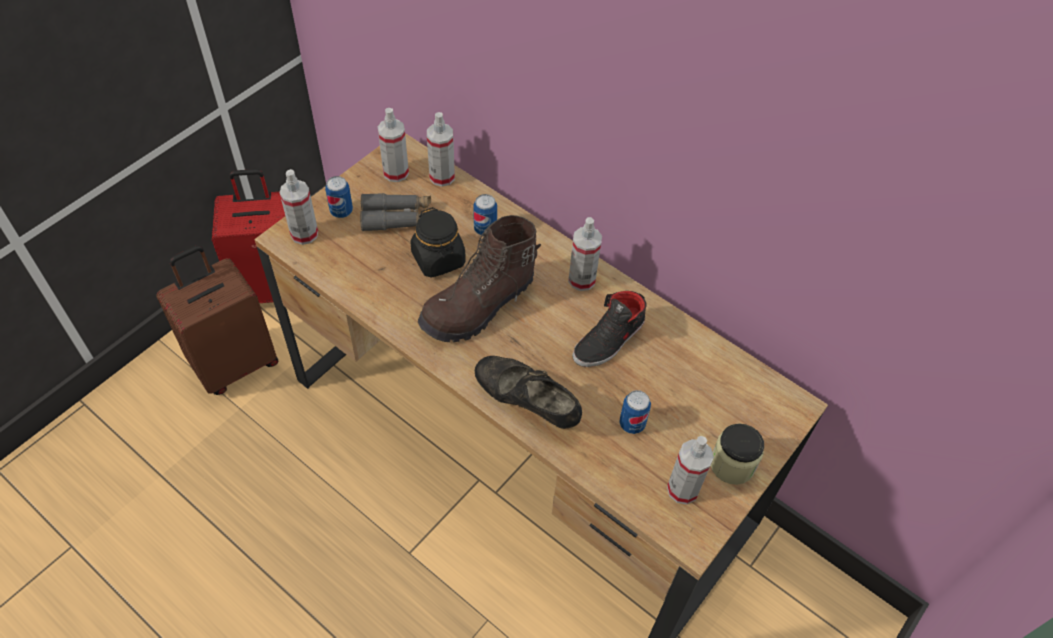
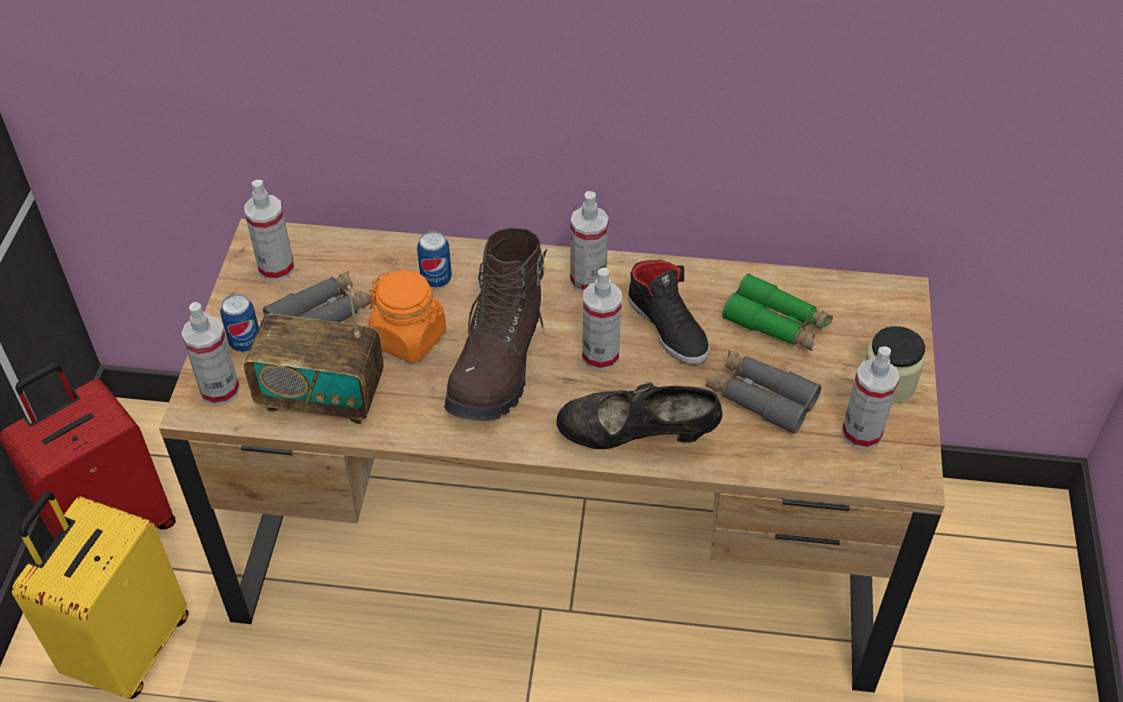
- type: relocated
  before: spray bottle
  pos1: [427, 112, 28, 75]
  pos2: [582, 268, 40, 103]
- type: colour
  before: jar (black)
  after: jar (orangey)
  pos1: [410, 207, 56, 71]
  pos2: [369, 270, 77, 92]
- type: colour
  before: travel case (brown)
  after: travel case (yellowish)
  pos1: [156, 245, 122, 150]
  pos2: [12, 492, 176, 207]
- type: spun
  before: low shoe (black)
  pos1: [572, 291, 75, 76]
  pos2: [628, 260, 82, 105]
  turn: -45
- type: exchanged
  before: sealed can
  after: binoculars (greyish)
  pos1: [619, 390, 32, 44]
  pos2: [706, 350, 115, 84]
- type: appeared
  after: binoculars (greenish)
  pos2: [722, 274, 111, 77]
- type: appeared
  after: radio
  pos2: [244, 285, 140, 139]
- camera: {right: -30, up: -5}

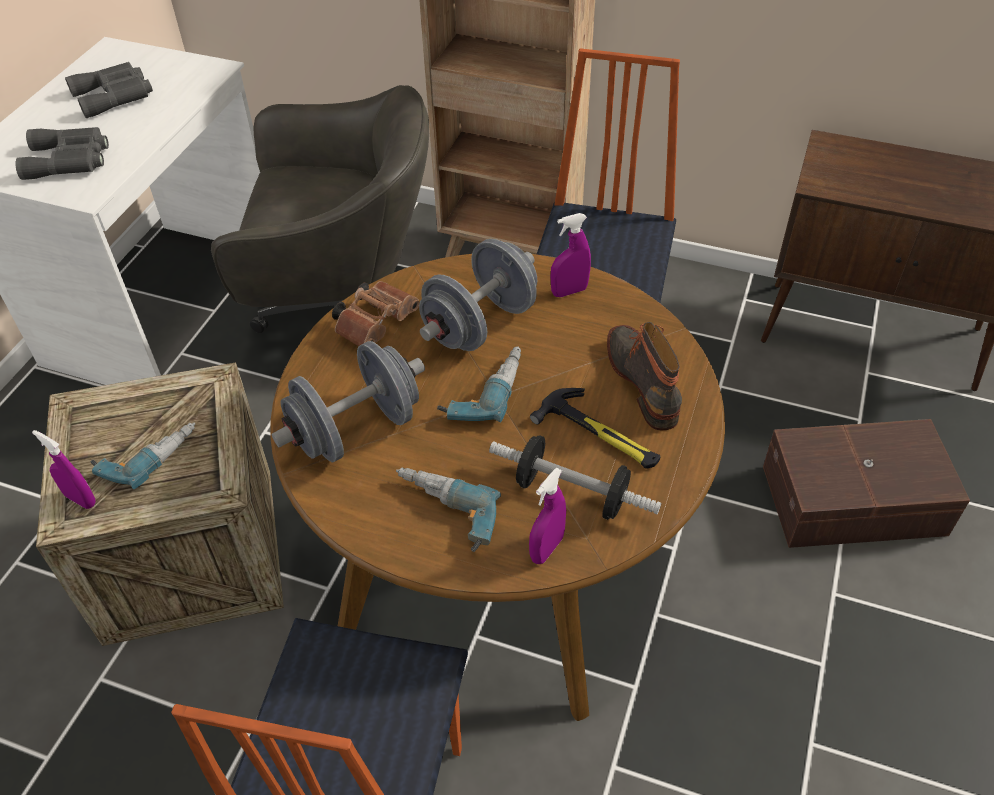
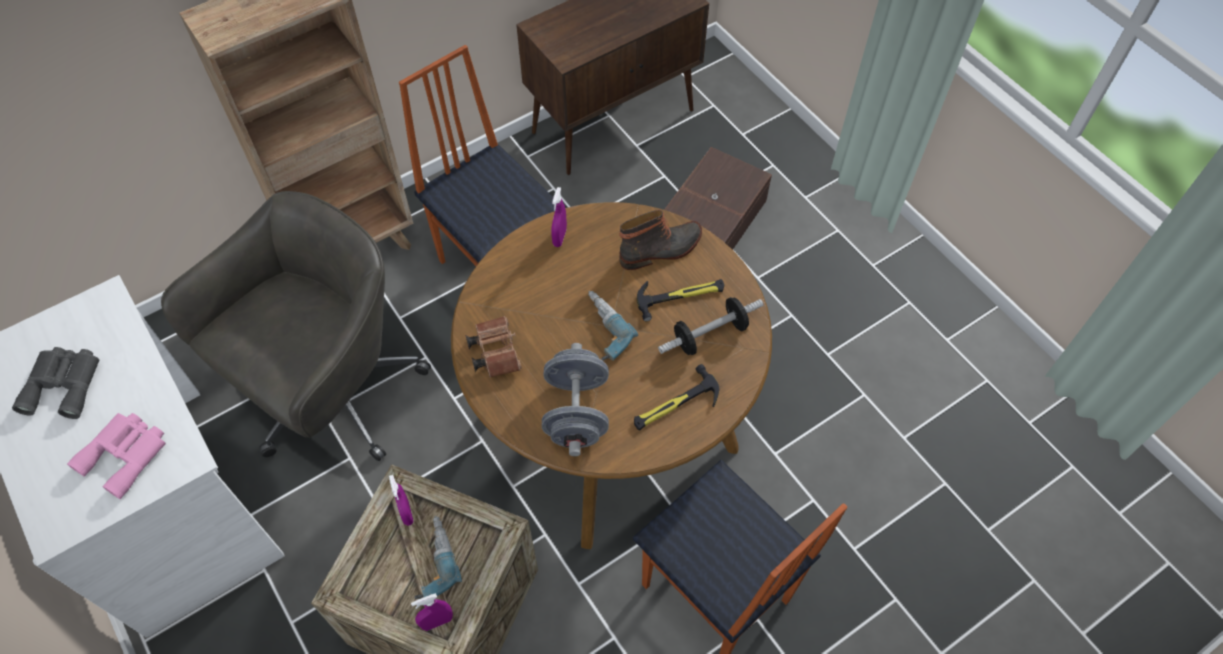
- type: colour
  before: binoculars (greyish)
  after: binoculars (pink)
  pos1: [15, 127, 94, 53]
  pos2: [67, 413, 99, 86]
- type: missing
  before: hand weight (greyish)
  pos1: [419, 239, 118, 112]
- type: spun
  before: boot
  pos1: [607, 322, 75, 108]
  pos2: [619, 210, 83, 60]
  turn: 135
- type: exchanged
  before: power drill
  after: hand hammer
  pos1: [396, 467, 105, 85]
  pos2: [634, 364, 85, 67]
- type: relocated
  before: spray bottle (purple-coloured)
  pos1: [529, 468, 37, 96]
  pos2: [389, 475, 25, 51]
- camera: {right: -55, up: 10}

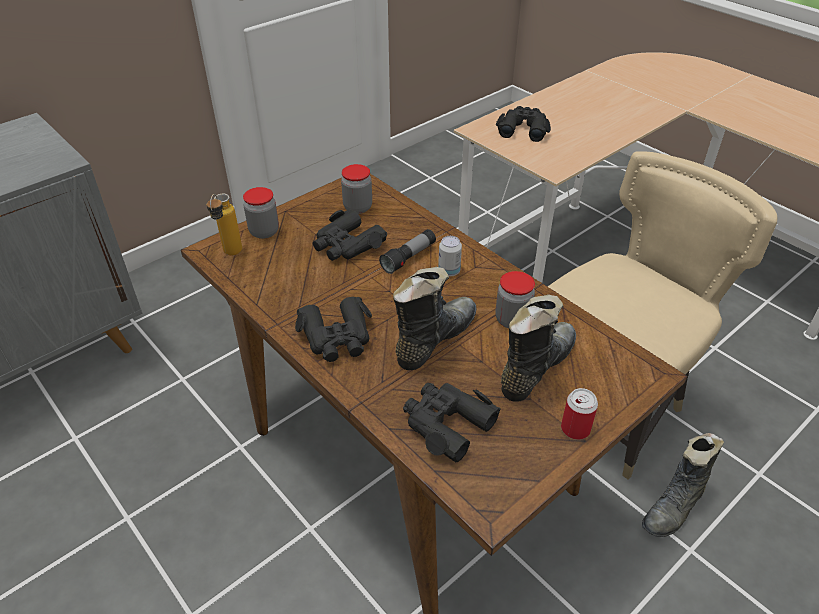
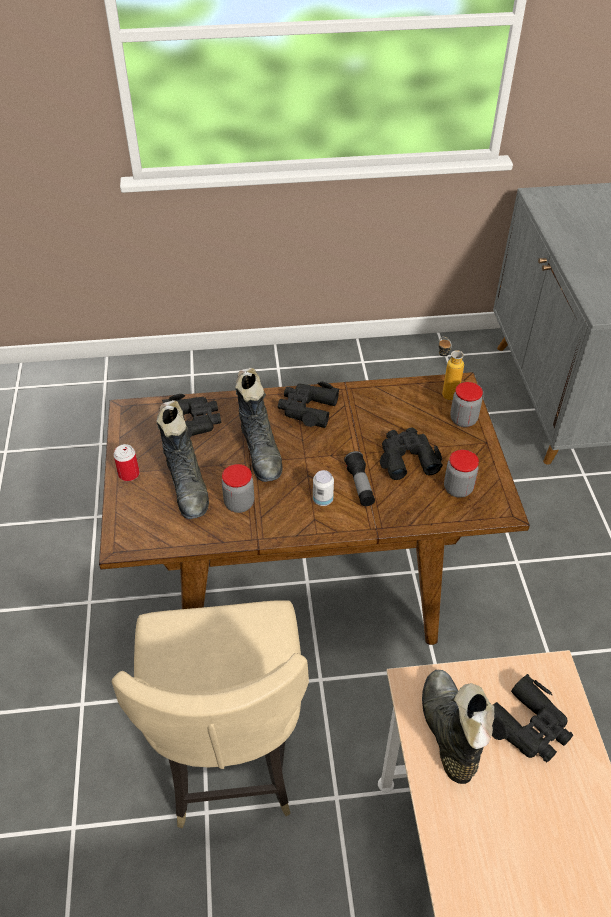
- type: relocated
  before: boot (black)
  pos1: [642, 433, 82, 104]
  pos2: [422, 670, 73, 114]
- camera: {right: 125, up: 5}

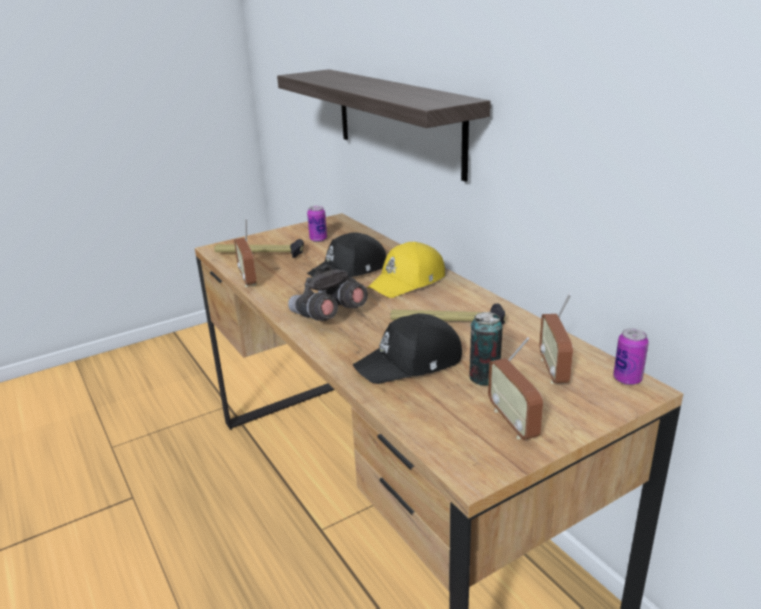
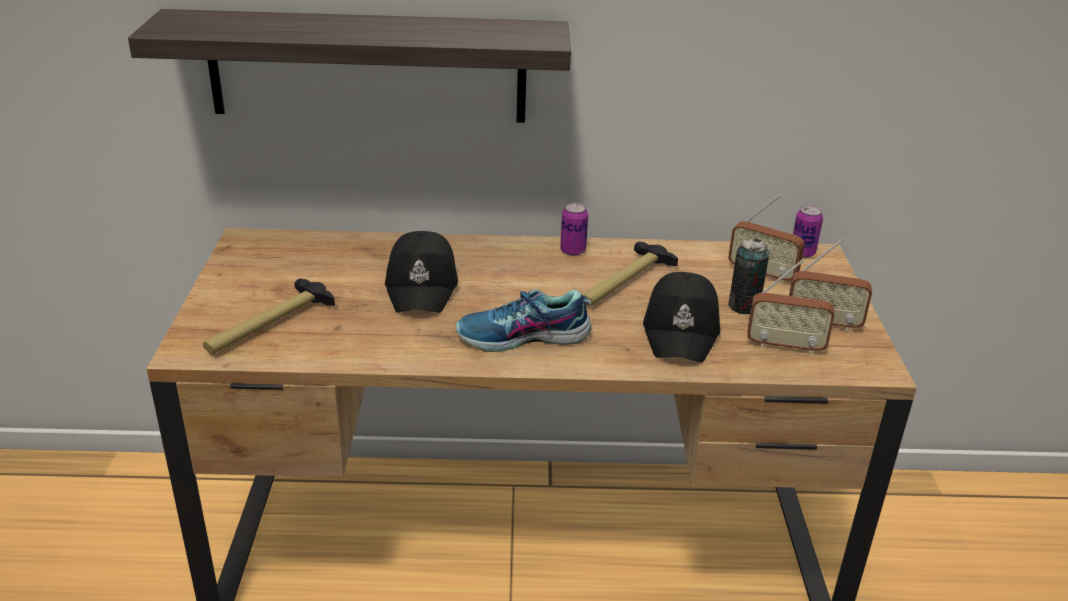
- type: relocated
  before: sealed can
  pos1: [307, 206, 20, 36]
  pos2: [560, 203, 28, 53]
- type: relocated
  before: radio
  pos1: [234, 218, 23, 69]
  pos2: [747, 259, 88, 96]
- type: missing
  before: baseball cap (yellowish)
  pos1: [367, 242, 78, 56]
- type: exchanged
  before: binoculars (greyish)
  after: low shoe
  pos1: [288, 264, 80, 57]
  pos2: [456, 289, 136, 63]
- camera: {right: -60, up: 5}

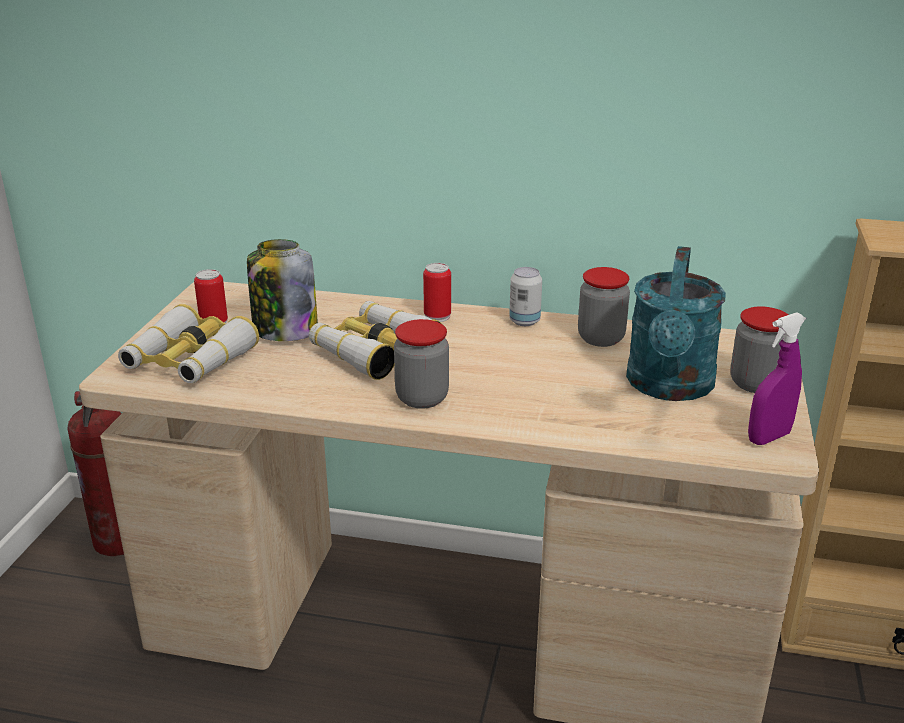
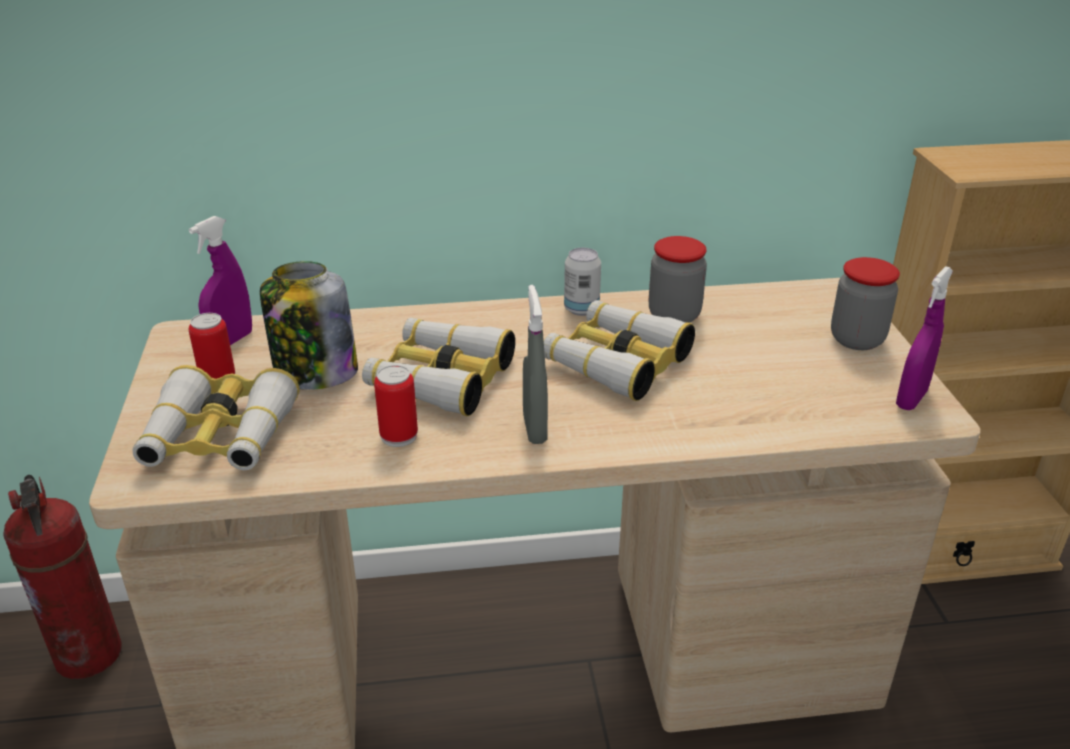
- type: missing
  before: watering pot (turquoise)
  pos1: [626, 246, 100, 155]
- type: relocated
  before: sealed can
  pos1: [423, 263, 28, 59]
  pos2: [374, 365, 44, 82]
- type: exchanged
  before: jar
  after: spray bottle (greyish)
  pos1: [394, 319, 55, 90]
  pos2: [523, 285, 25, 159]
- type: appeared
  after: spray bottle (purple-coloured)
  pos2: [189, 216, 63, 129]
- type: appeared
  after: binoculars
  pos2: [544, 300, 151, 101]
- camera: {right: -20, up: 5}

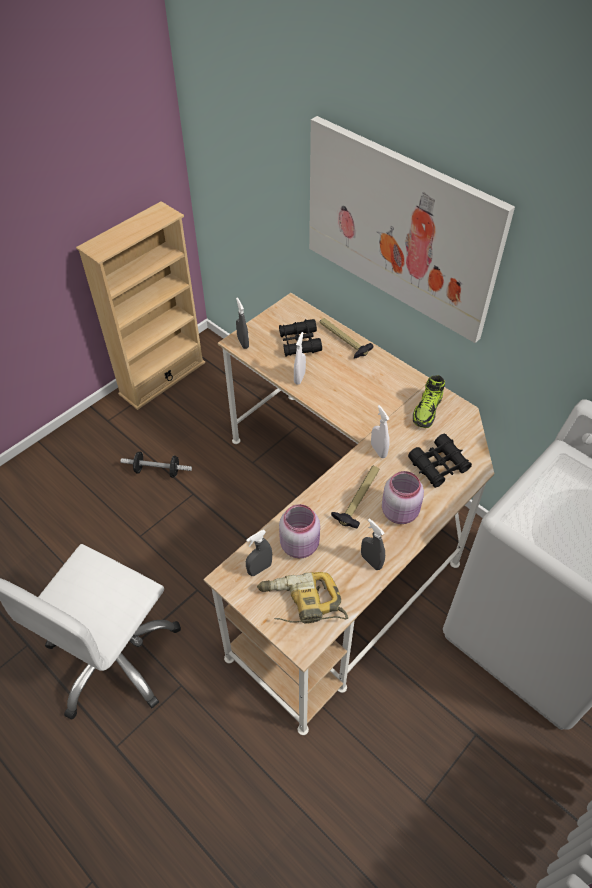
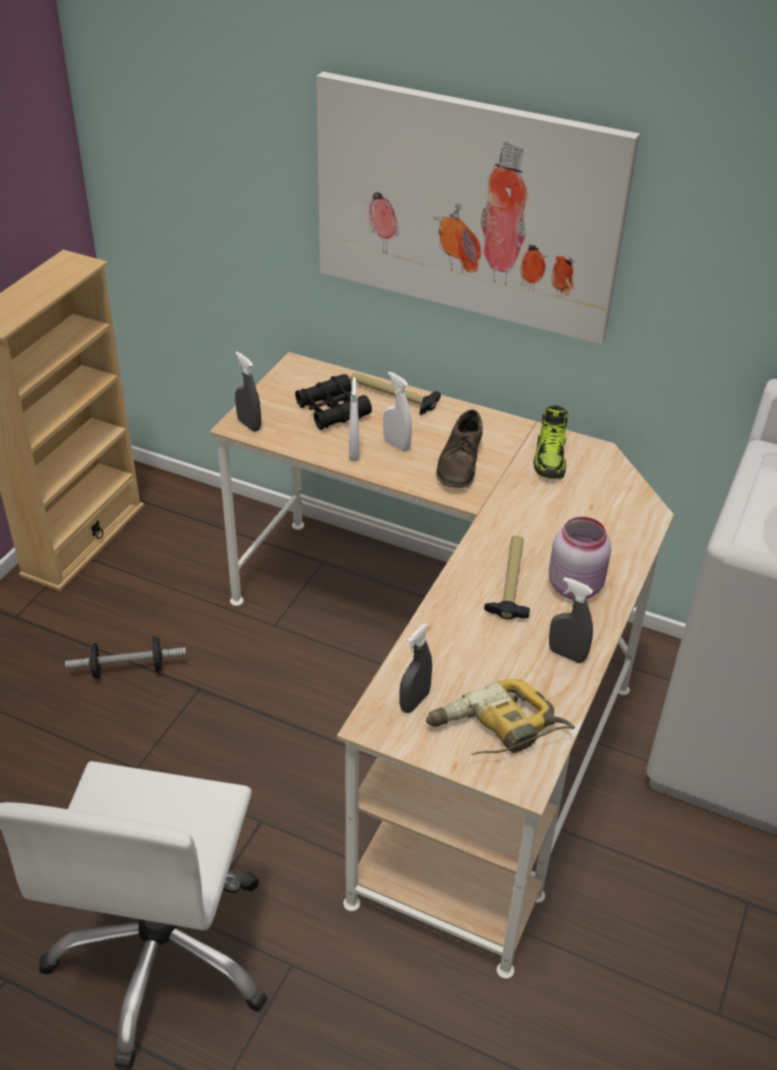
- type: relocated
  before: spray bottle (white)
  pos1: [371, 405, 19, 53]
  pos2: [383, 371, 29, 81]
- type: missing
  before: binoculars (black)
  pos1: [408, 434, 64, 54]
- type: missing
  before: jar (pink)
  pos1: [279, 504, 41, 54]
- type: appeared
  after: low shoe (brown)
  pos2: [436, 409, 47, 79]
- camera: {right: -20, up: -10}

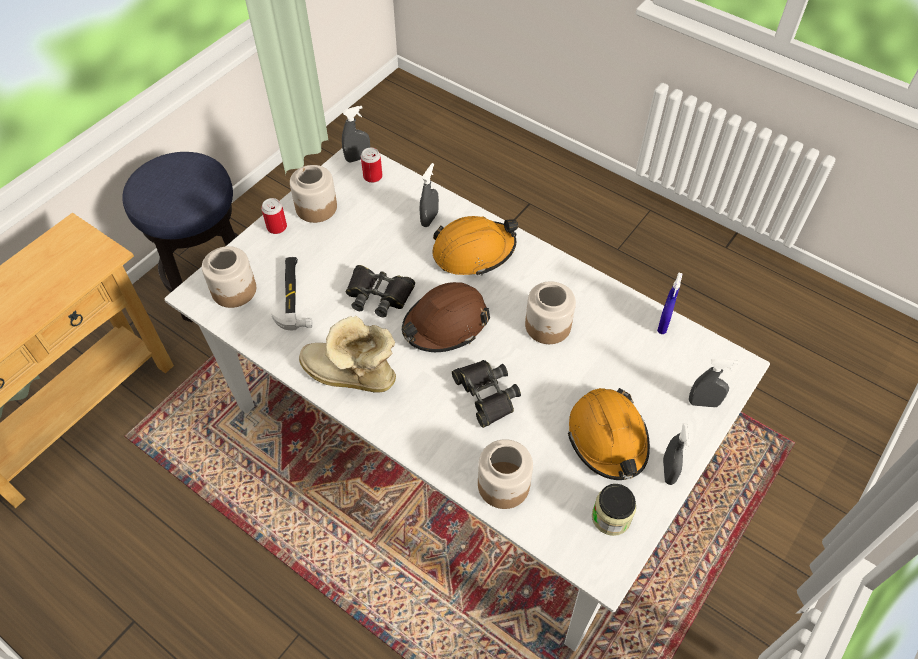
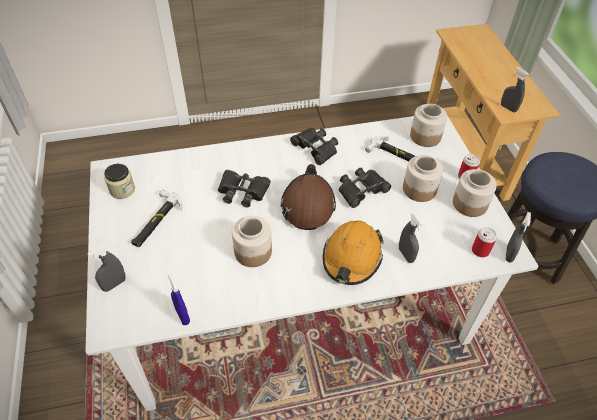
- type: exchanged
  before: boot
  after: binoculars (black)
  pos1: [299, 316, 97, 77]
  pos2: [290, 128, 48, 37]
- type: exchanged
  before: safety helmet (orangey)
  after: hand hammer
  pos1: [568, 388, 82, 92]
  pos2: [131, 189, 51, 58]
- type: relocated
  before: spray bottle (greyish)
  pos1: [663, 423, 27, 62]
  pos2: [501, 67, 28, 46]
- type: relocated
  before: jar
  pos1: [478, 439, 55, 70]
  pos2: [403, 155, 40, 47]
- camera: {right: 130, up: -5}

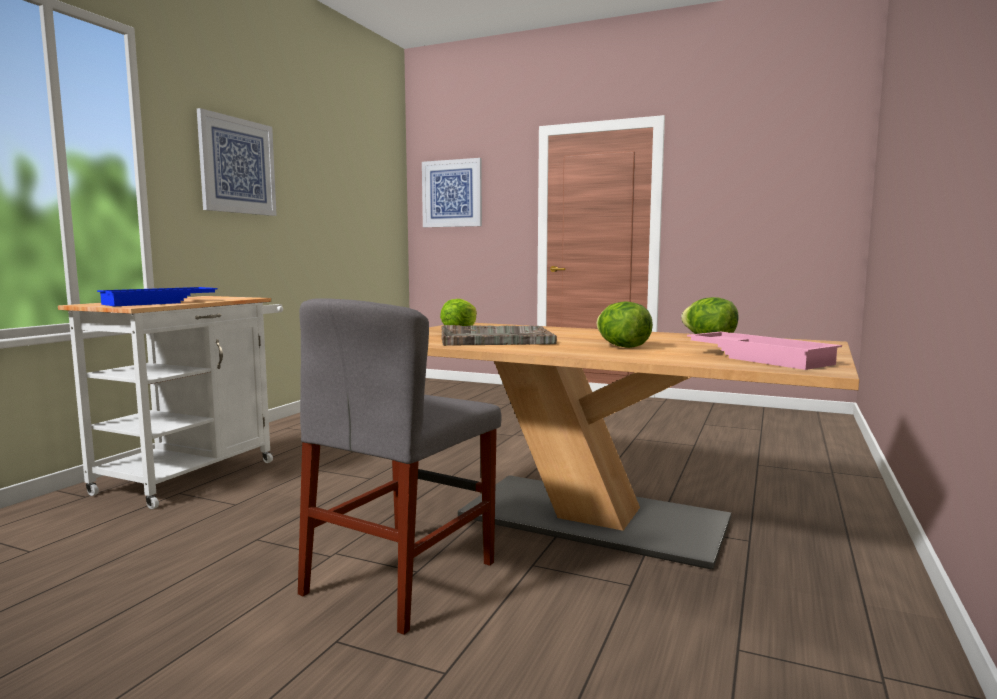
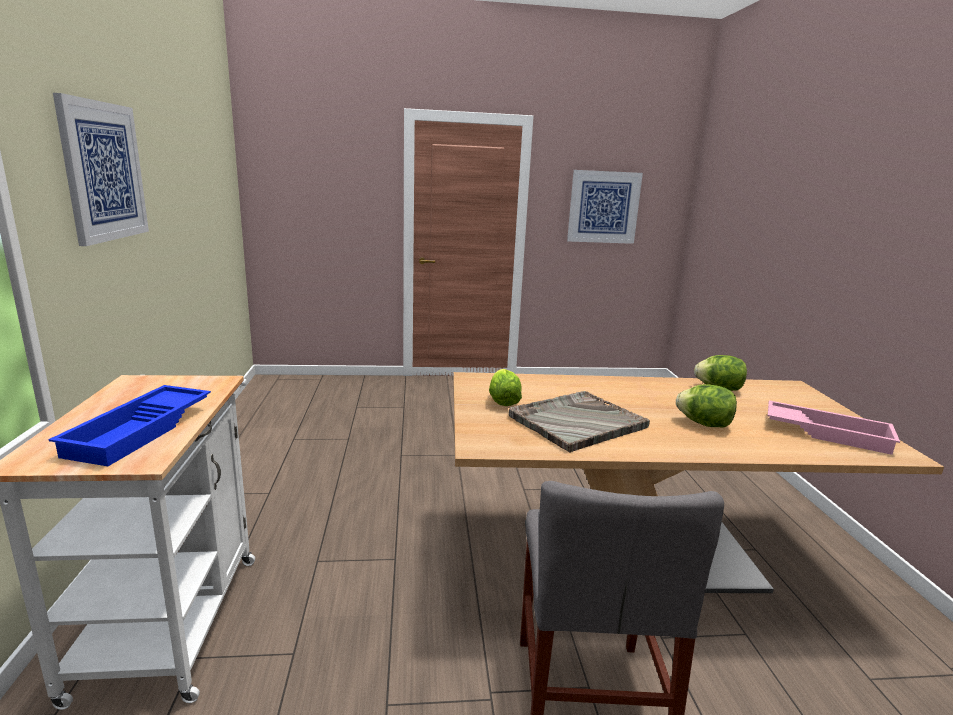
- type: relocated
  before: picture
  pos1: [422, 158, 60, 69]
  pos2: [567, 170, 76, 74]
- camera: {right: -30, up: 10}

